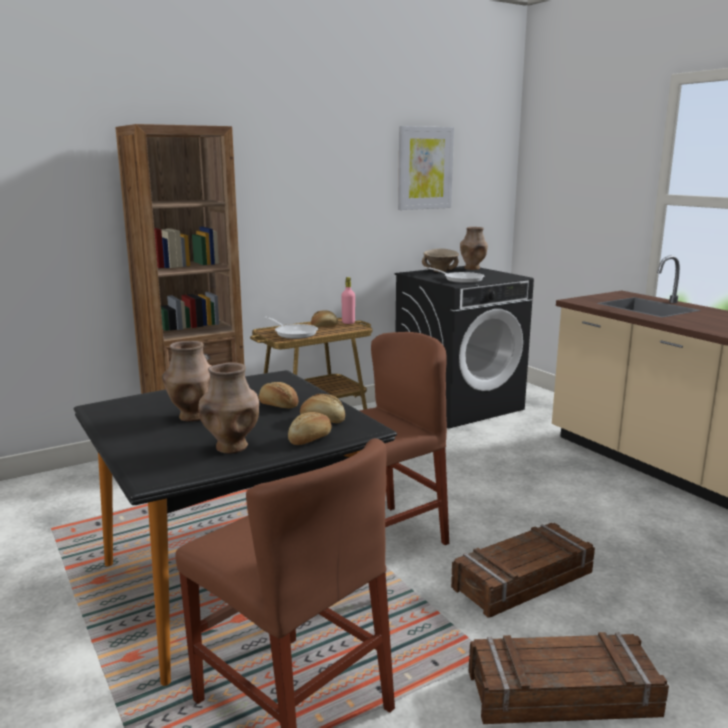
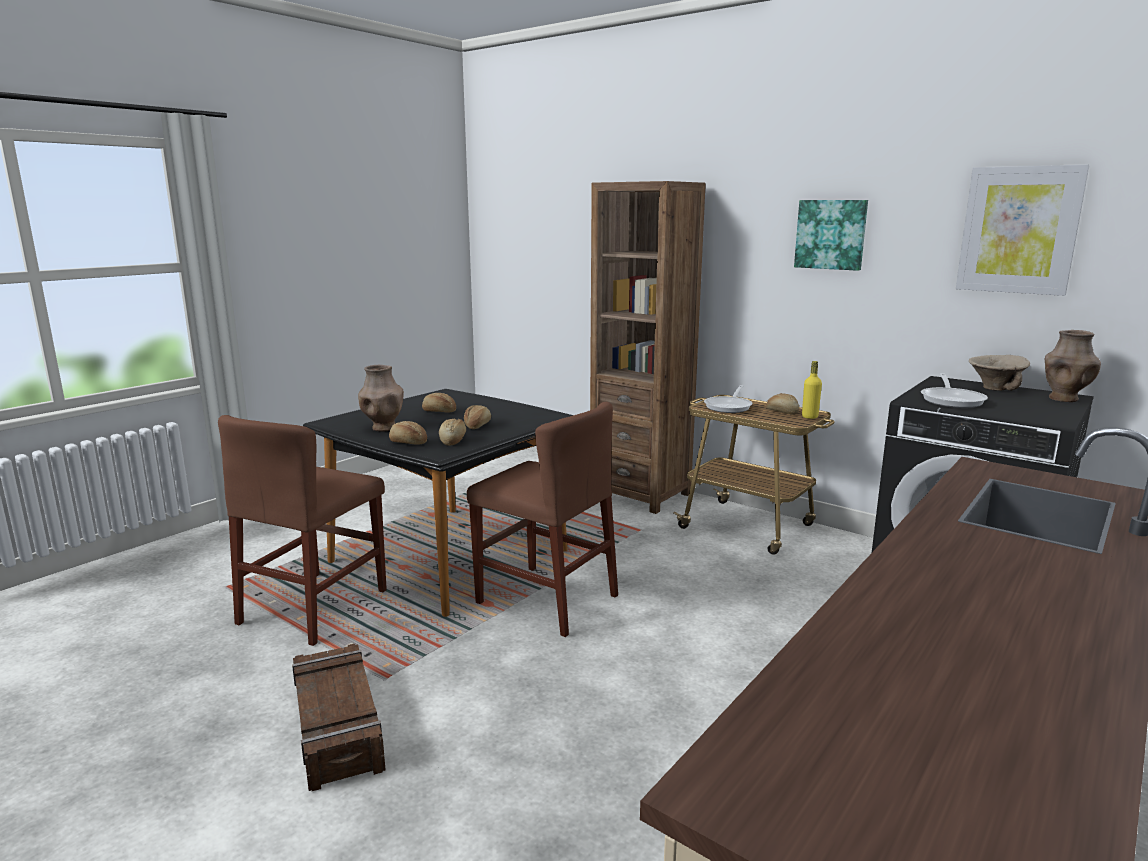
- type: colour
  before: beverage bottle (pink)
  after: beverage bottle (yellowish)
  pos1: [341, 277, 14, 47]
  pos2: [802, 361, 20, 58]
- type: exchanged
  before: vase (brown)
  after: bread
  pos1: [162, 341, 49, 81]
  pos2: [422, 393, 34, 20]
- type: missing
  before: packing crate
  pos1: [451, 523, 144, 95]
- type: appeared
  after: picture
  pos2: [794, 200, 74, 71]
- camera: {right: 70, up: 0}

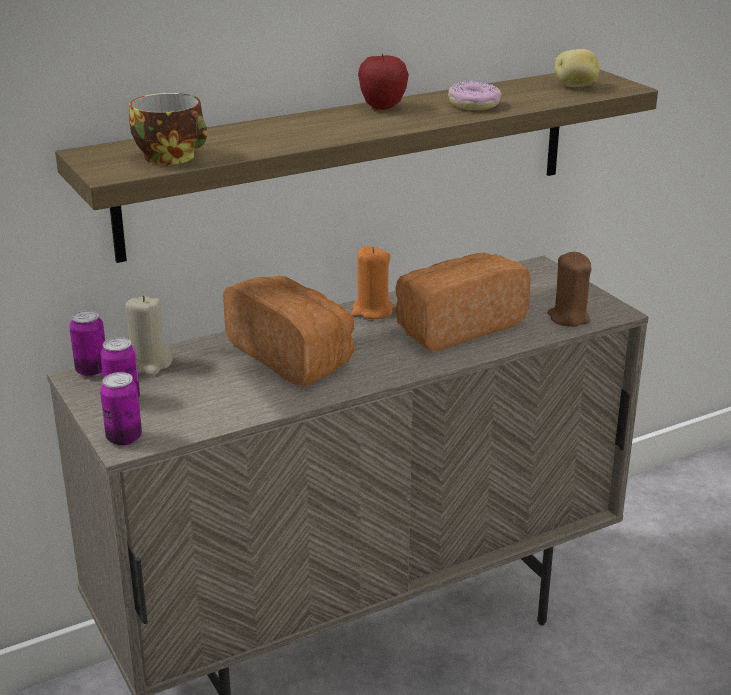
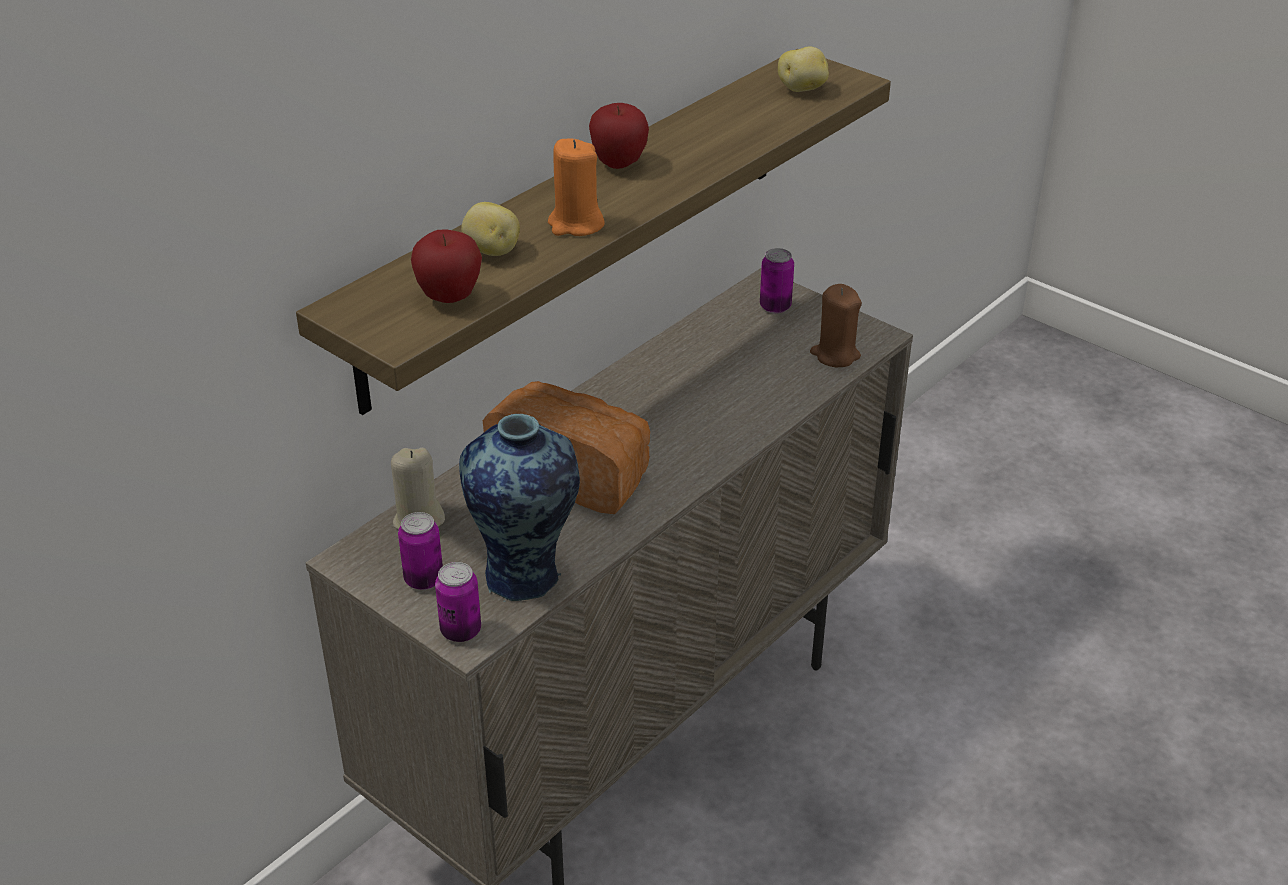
- type: missing
  before: donut
  pos1: [448, 81, 54, 29]
- type: exchanged
  before: drinking cup
  after: whole apple
  pos1: [129, 93, 78, 72]
  pos2: [411, 229, 71, 74]
- type: relocated
  before: wax candle (orangey)
  pos1: [351, 246, 42, 73]
  pos2: [548, 139, 57, 97]
- type: missing
  before: bread
  pos1: [395, 252, 135, 99]
- type: relocated
  before: sealed can
  pos1: [69, 310, 36, 67]
  pos2: [760, 248, 34, 66]
- type: appeared
  after: potato
  pos2: [461, 202, 59, 54]
- type: appeared
  after: vase
  pos2: [459, 414, 121, 188]
- camera: {right: -20, up: 10}

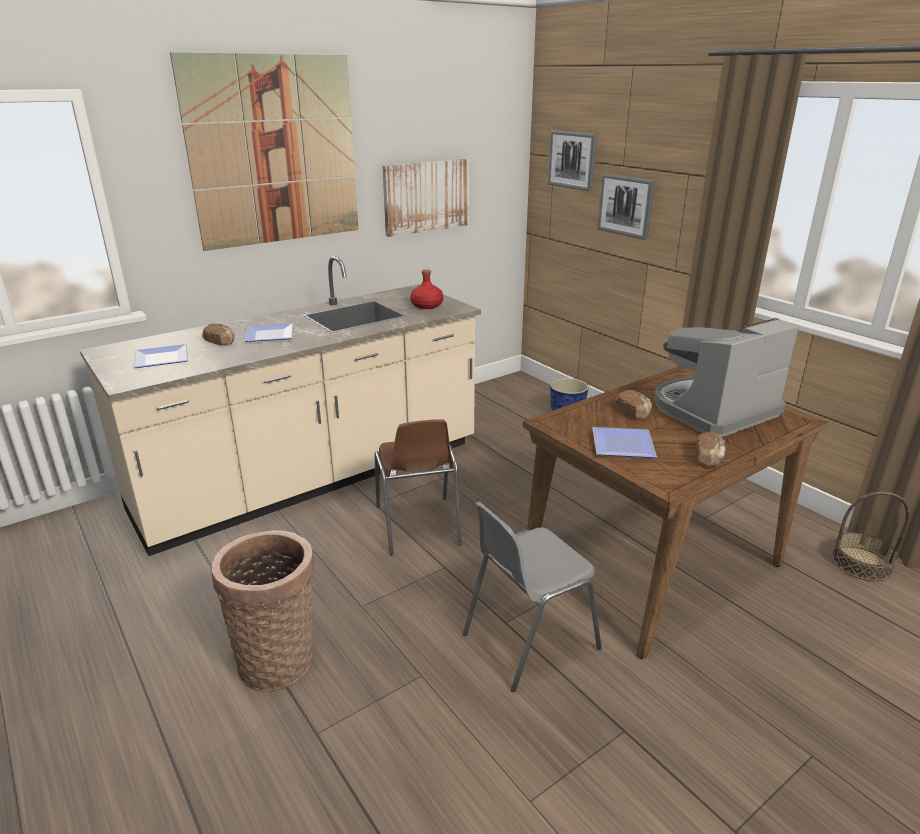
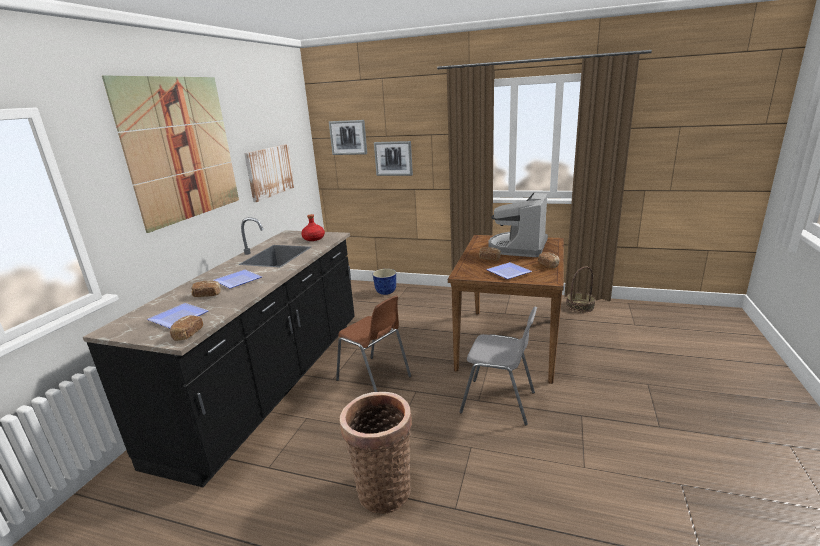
- type: colour
  before: kitchen base unit (beige)
  after: kitchen base unit (black)
  pos1: [80, 256, 401, 300]
  pos2: [83, 217, 272, 270]
- type: spun
  before: chair (greyish)
  pos1: [463, 502, 139, 190]
  pos2: [460, 307, 77, 118]
  turn: -90
- type: appeared
  after: bread
  pos2: [170, 315, 33, 26]
- camera: {right: -35, up: -5}

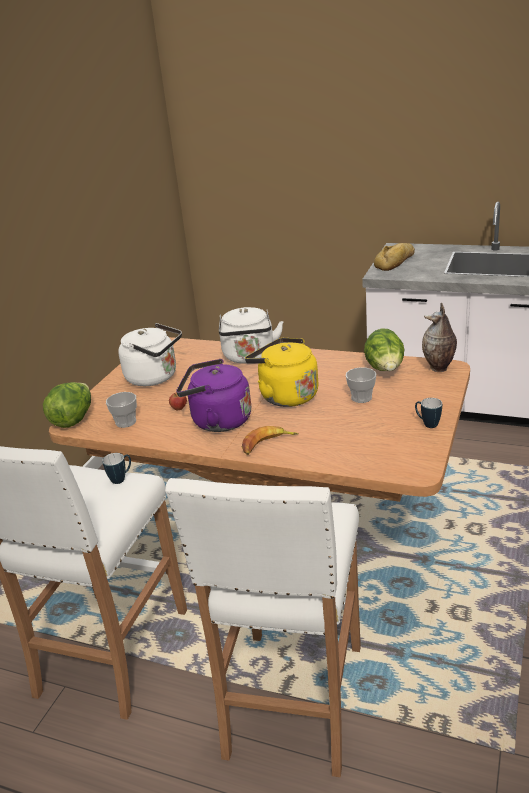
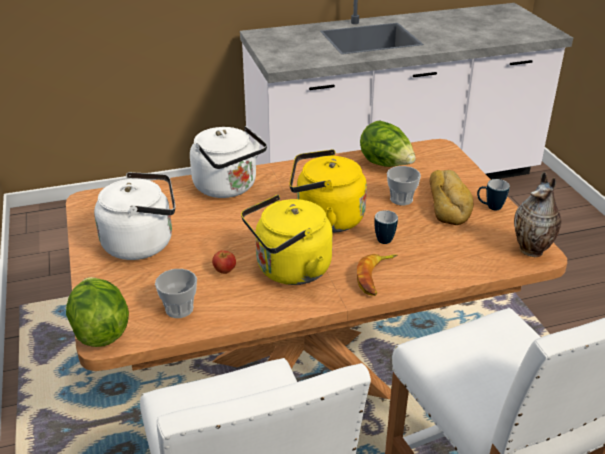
- type: relocated
  before: bread
  pos1: [374, 243, 41, 28]
  pos2: [429, 170, 45, 55]
- type: relocated
  before: vase
  pos1: [422, 303, 35, 69]
  pos2: [514, 172, 47, 85]
- type: colour
  before: tea kettle (purple-coloured)
  after: tea kettle (yellowish)
  pos1: [176, 359, 75, 73]
  pos2: [241, 195, 92, 90]
- type: relocated
  before: tea mug
  pos1: [102, 453, 29, 31]
  pos2: [374, 210, 24, 34]
- camera: {right: -40, up: 5}

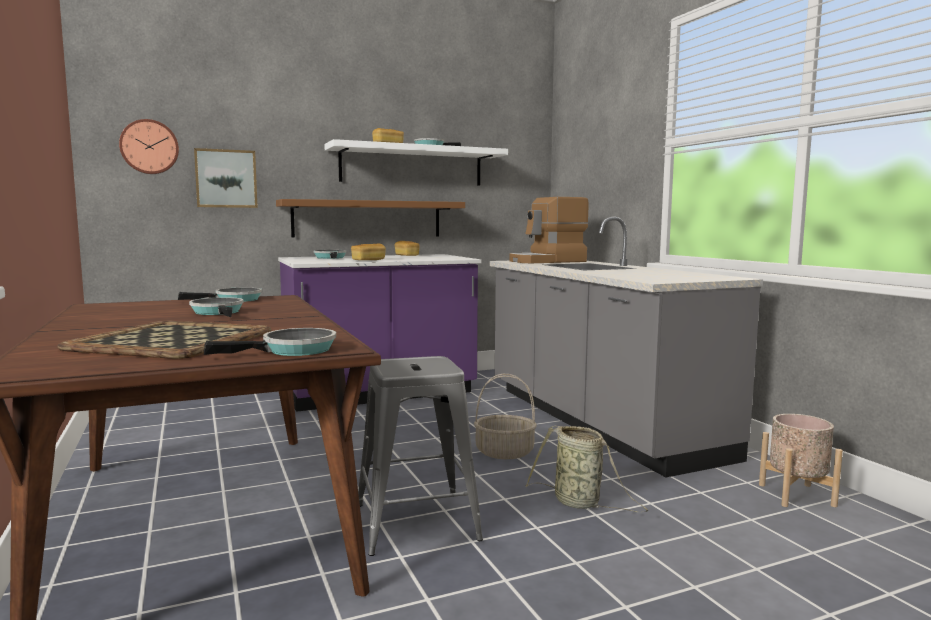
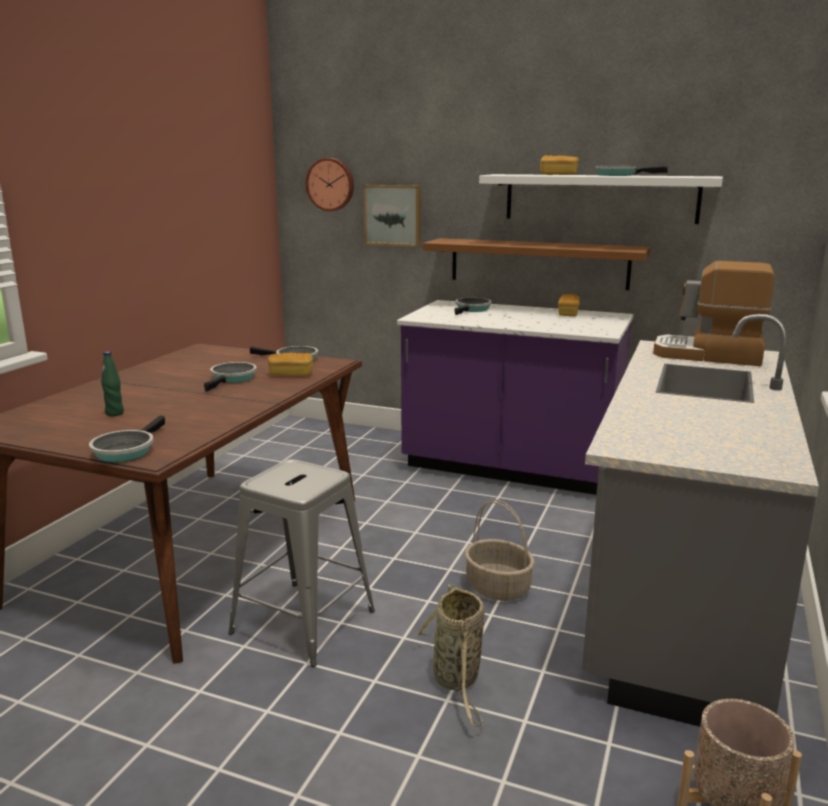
- type: relocated
  before: bread
  pos1: [351, 243, 35, 17]
  pos2: [268, 353, 45, 23]
- type: exchanged
  before: serving tray
  after: beverage bottle (greenish)
  pos1: [57, 321, 214, 38]
  pos2: [101, 351, 23, 65]
- type: spun
  before: frying pan
  pos1: [204, 328, 132, 28]
  pos2: [89, 416, 76, 46]
  turn: 90
- camera: {right: 45, up: 10}

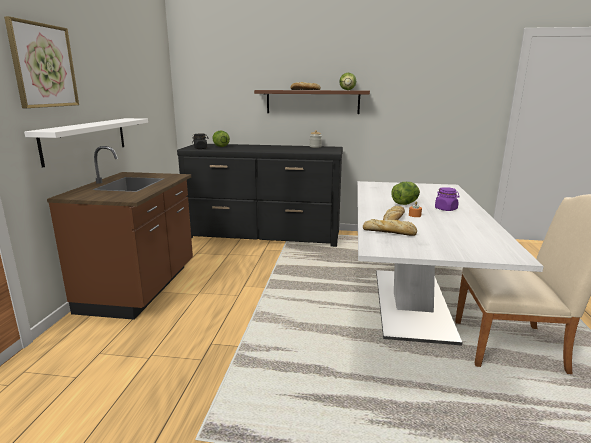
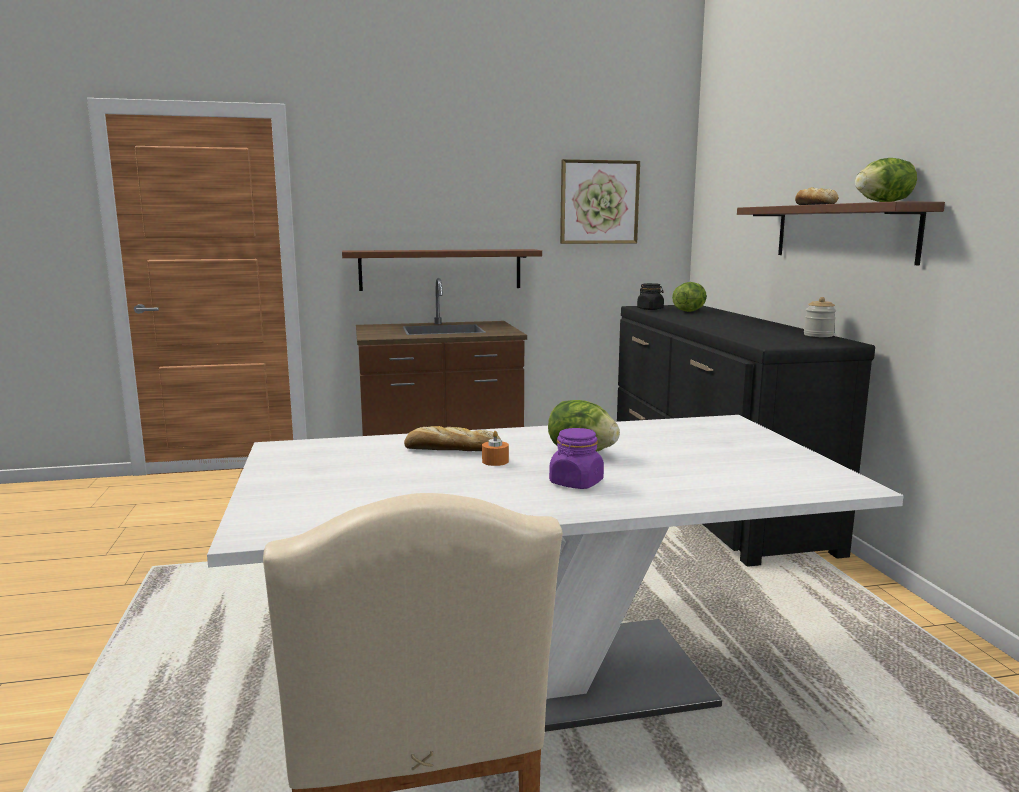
- type: relocated
  before: picture
  pos1: [4, 16, 75, 92]
  pos2: [560, 159, 80, 85]
- type: colour
  before: shelf (white)
  after: shelf (brown)
  pos1: [24, 118, 124, 50]
  pos2: [342, 249, 200, 42]
- type: missing
  before: bread
  pos1: [363, 219, 54, 17]
- camera: {right: 70, up: -5}

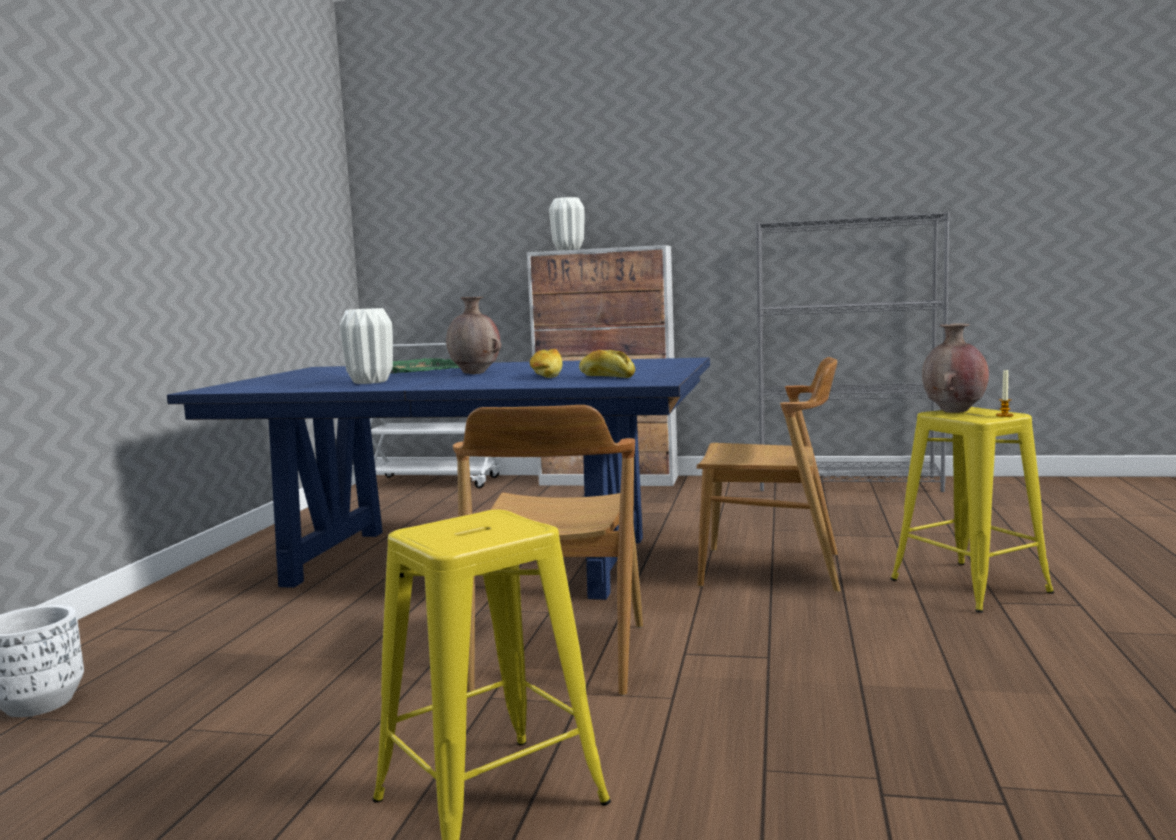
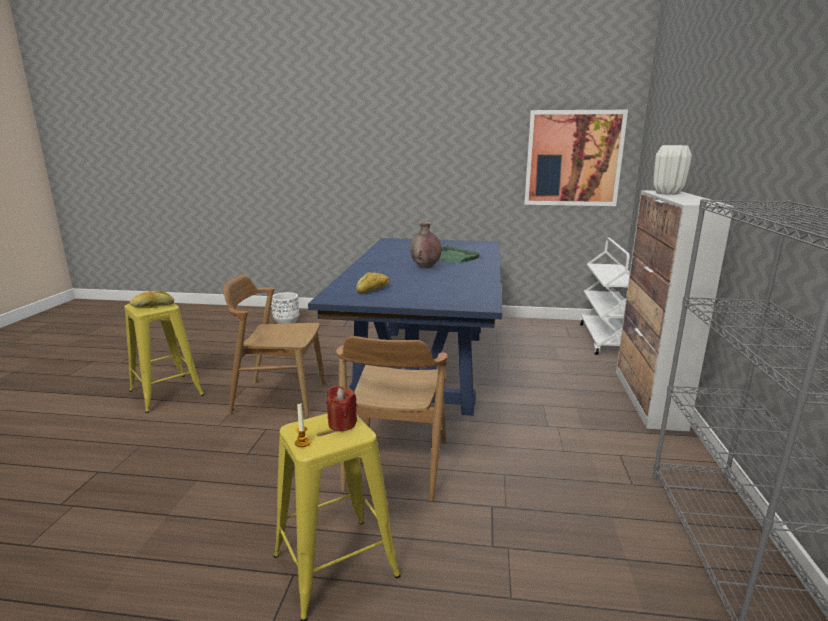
- type: missing
  before: vase (white)
  pos1: [340, 308, 53, 76]
- type: exchanged
  before: vase (brown)
  after: wax candle (red)
  pos1: [922, 323, 67, 90]
  pos2: [326, 385, 31, 46]
- type: relocated
  before: bread
  pos1: [530, 349, 32, 29]
  pos2: [130, 291, 44, 17]
- type: appeared
  after: picture
  pos2: [524, 110, 104, 96]
- camera: {right: 85, up: 10}

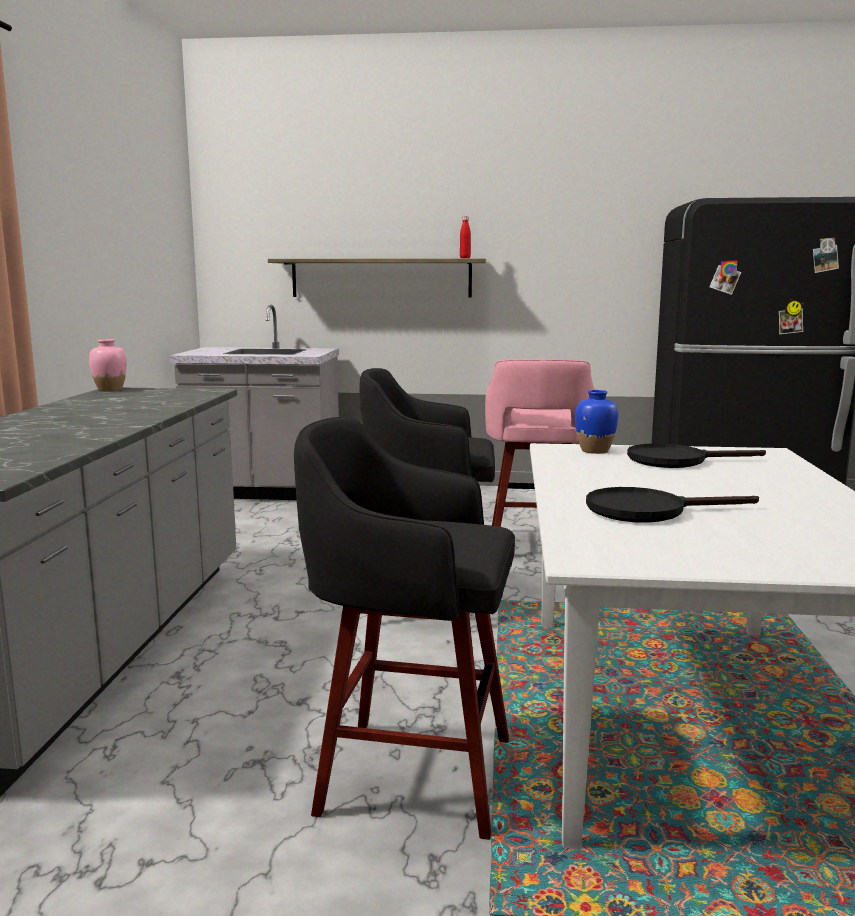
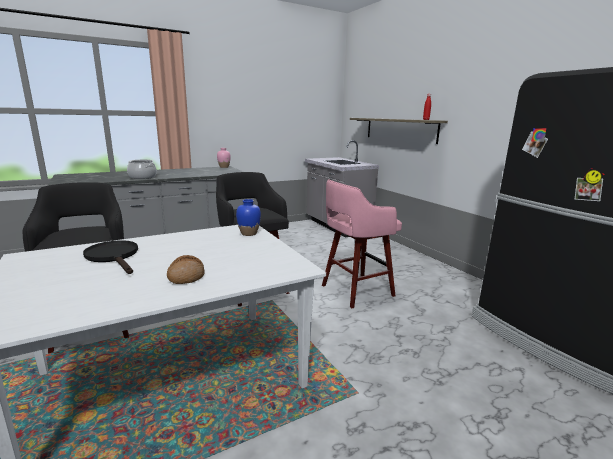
- type: missing
  before: frying pan (black)
  pos1: [627, 443, 139, 25]
- type: appeared
  after: saucepot
  pos2: [127, 159, 30, 20]
- type: appeared
  after: bread
  pos2: [167, 255, 38, 29]
- camera: {right: 55, up: 5}

